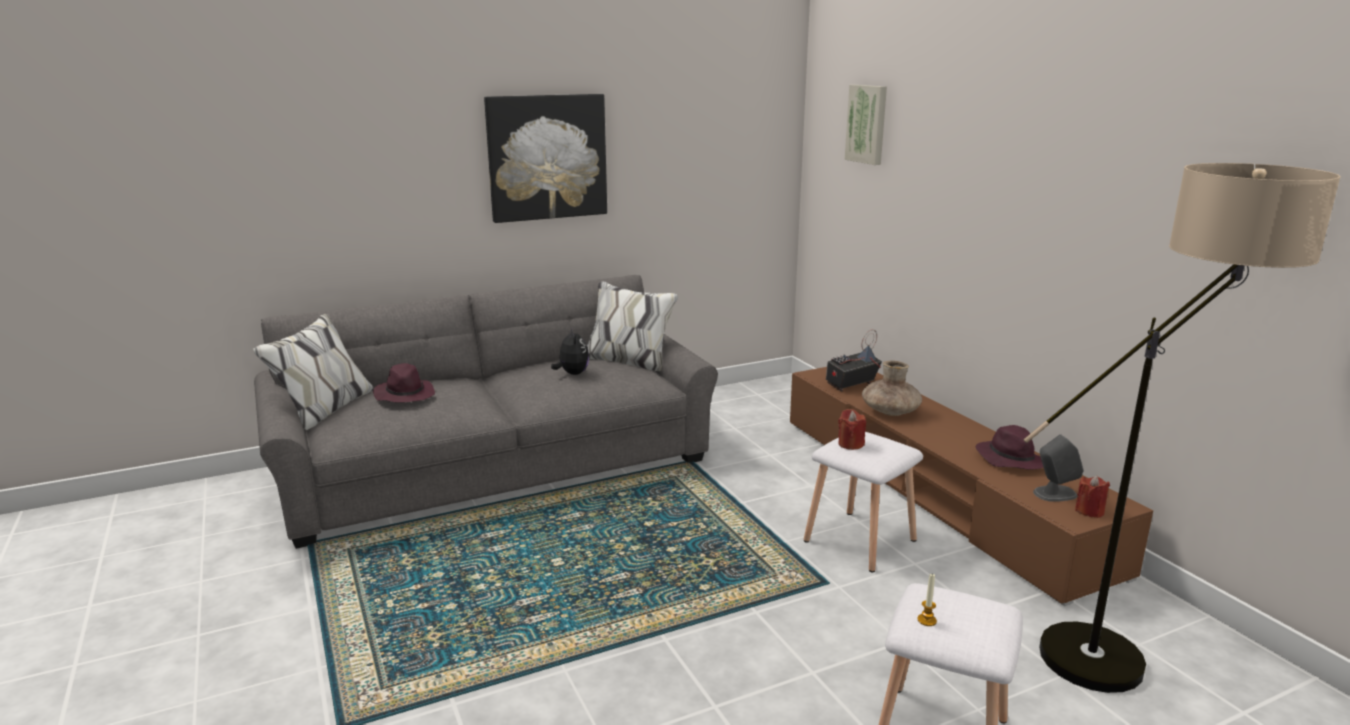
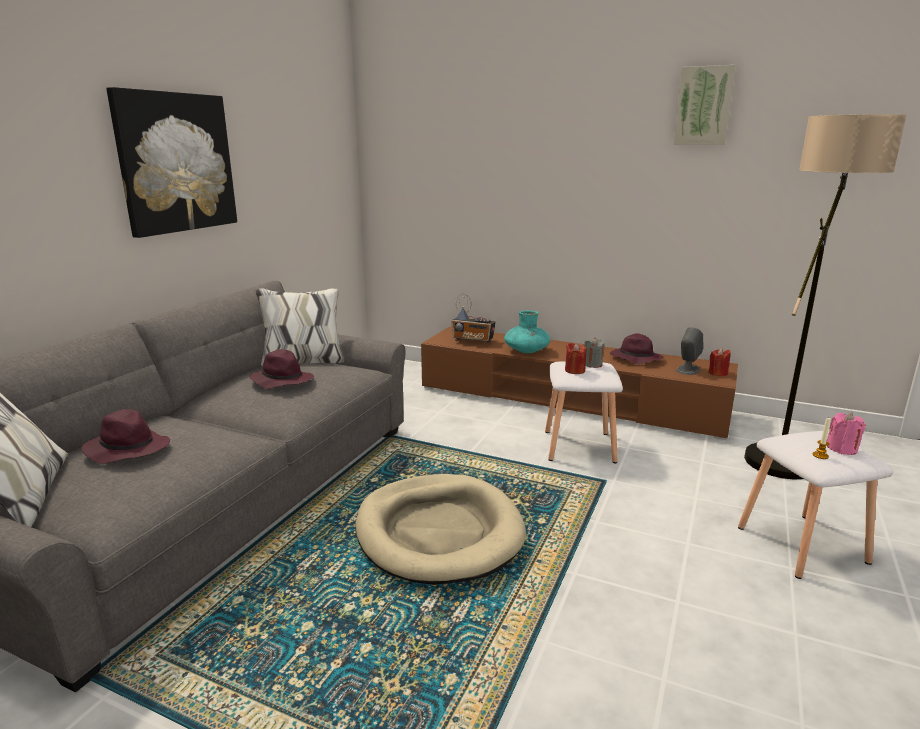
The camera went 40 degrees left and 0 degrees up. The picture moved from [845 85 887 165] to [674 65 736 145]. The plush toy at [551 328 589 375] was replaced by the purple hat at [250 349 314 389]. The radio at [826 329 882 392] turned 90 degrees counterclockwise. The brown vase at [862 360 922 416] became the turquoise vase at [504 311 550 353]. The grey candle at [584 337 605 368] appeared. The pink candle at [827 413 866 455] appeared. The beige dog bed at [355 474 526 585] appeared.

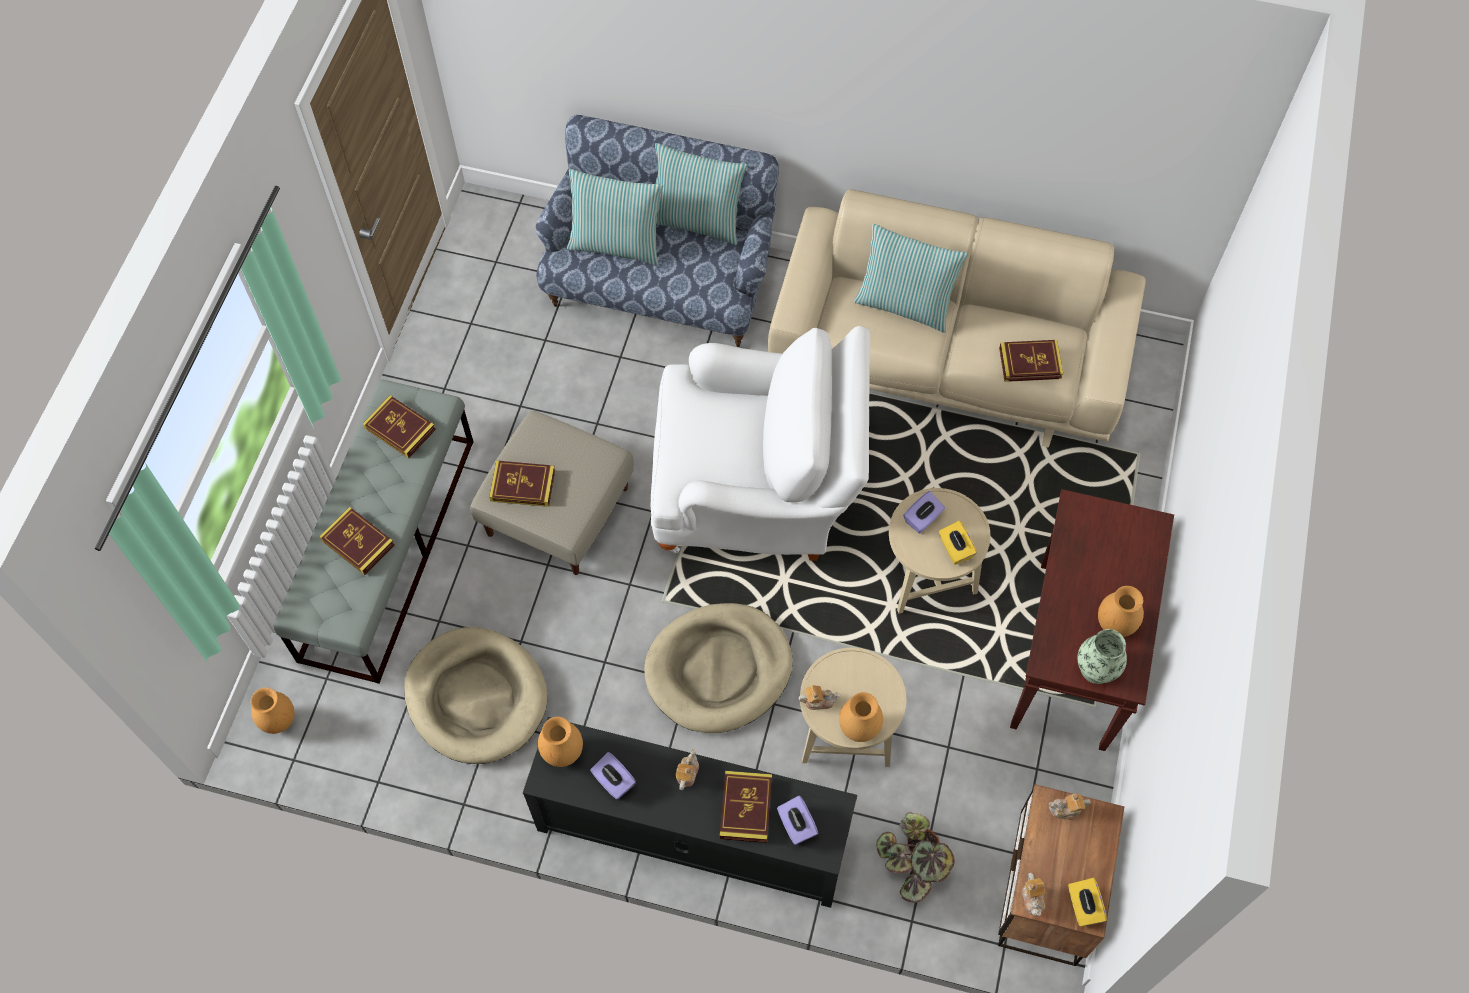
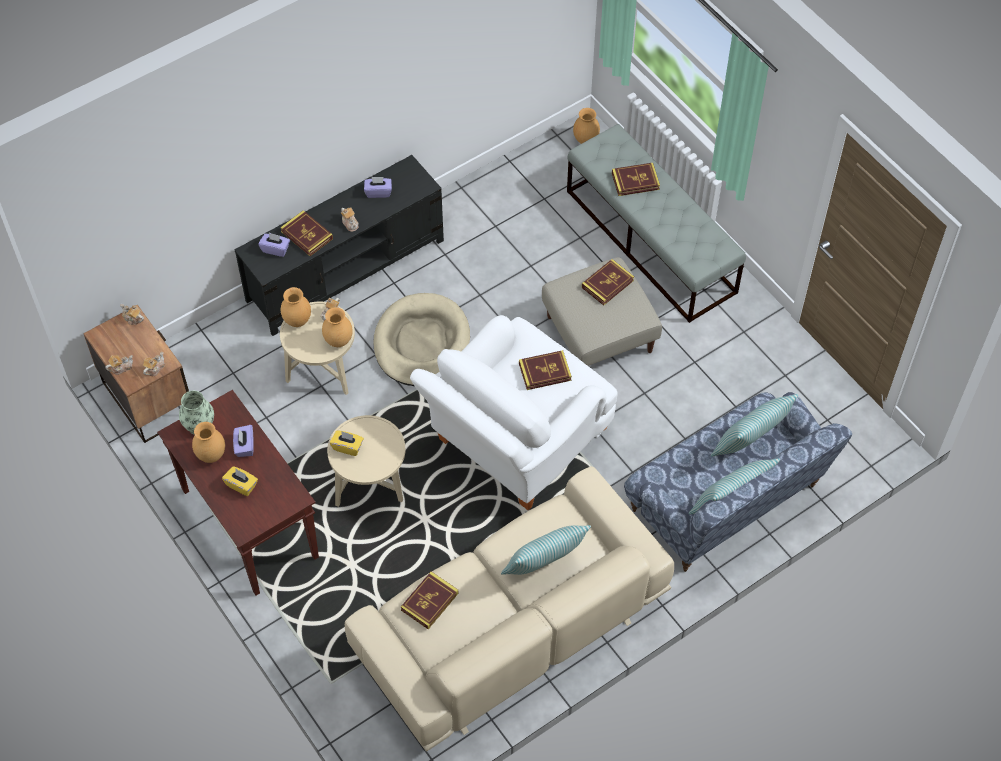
The camera went 130 degrees right and 5 degrees down. The book moved from [363 395 436 458] to [519 350 572 390]. The purple tissue box moved from [903 491 945 534] to [233 425 254 457]. The beige dog bed at [404 627 547 764] disappeared. The brown vase moved from [538 717 583 767] to [322 307 353 347]. The potted plant at [876 812 955 903] disappeared. The yellow tissue box moved from [1068 878 1107 927] to [222 466 258 496]. The teapot at [105 355 133 375] appeared.

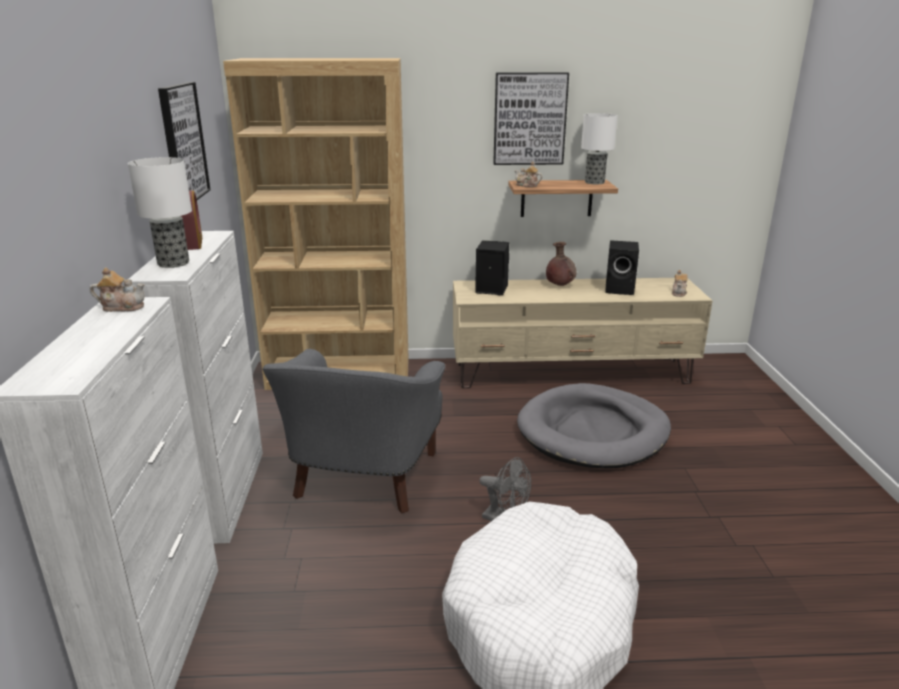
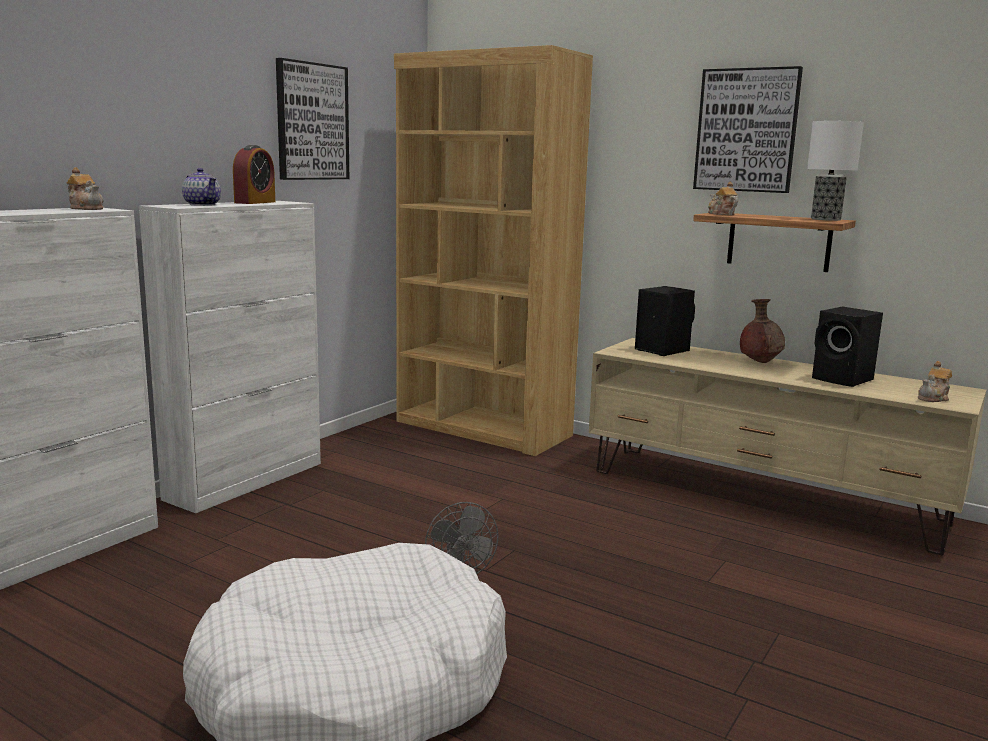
The camera went 35 degrees right and 10 degrees down. The table lamp at [128 157 192 268] was replaced by the teapot at [182 168 221 206]. The grey armchair at [262 349 445 514] disappeared. The grey dog bed at [517 383 671 468] disappeared.

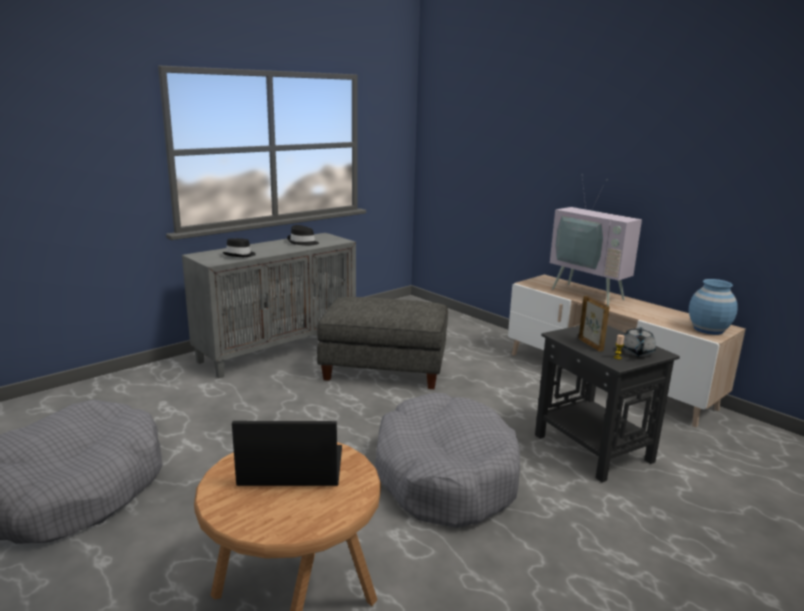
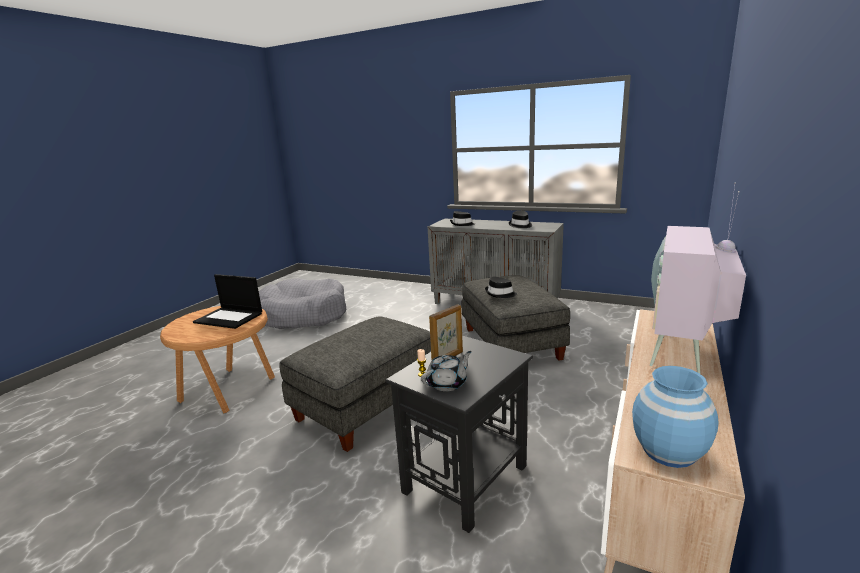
The camera went 70 degrees right and 0 degrees up. The grey teapot at [622 327 656 357] turned 150 degrees clockwise. The grey dog bed at [374 393 520 528] was replaced by the grey ottoman at [279 316 431 452]. The laptop at [232 421 342 486] turned 135 degrees clockwise. The black hat at [485 277 517 298] appeared.

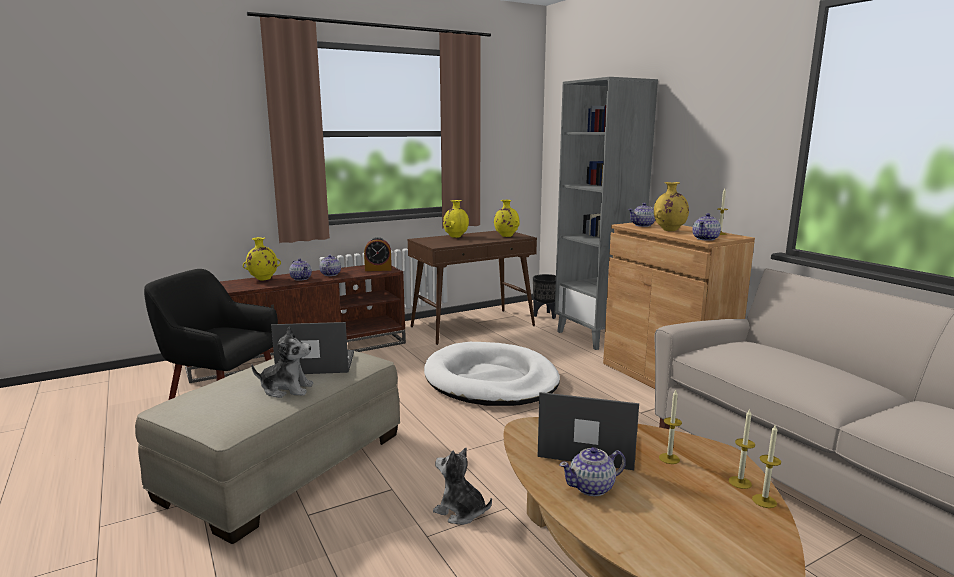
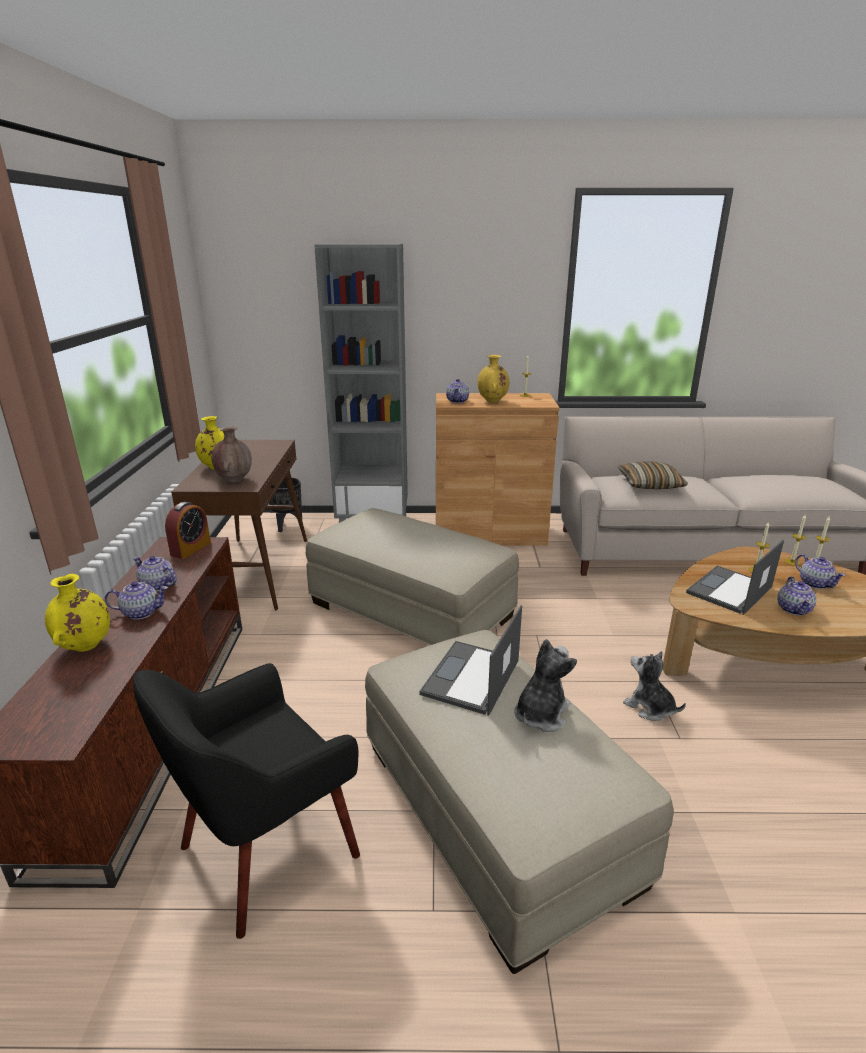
The camera went 60 degrees left and 10 degrees up. The yellow vase at [494 200 520 237] disappeared. The teapot moved from [692 213 721 241] to [795 554 846 589]. The white dog bed at [424 342 560 406] was replaced by the beige ottoman at [306 508 519 645]. The plush toy at [433 448 492 525] turned 75 degrees clockwise. The brown vase at [212 426 252 483] appeared. The pillow at [617 462 688 489] appeared.

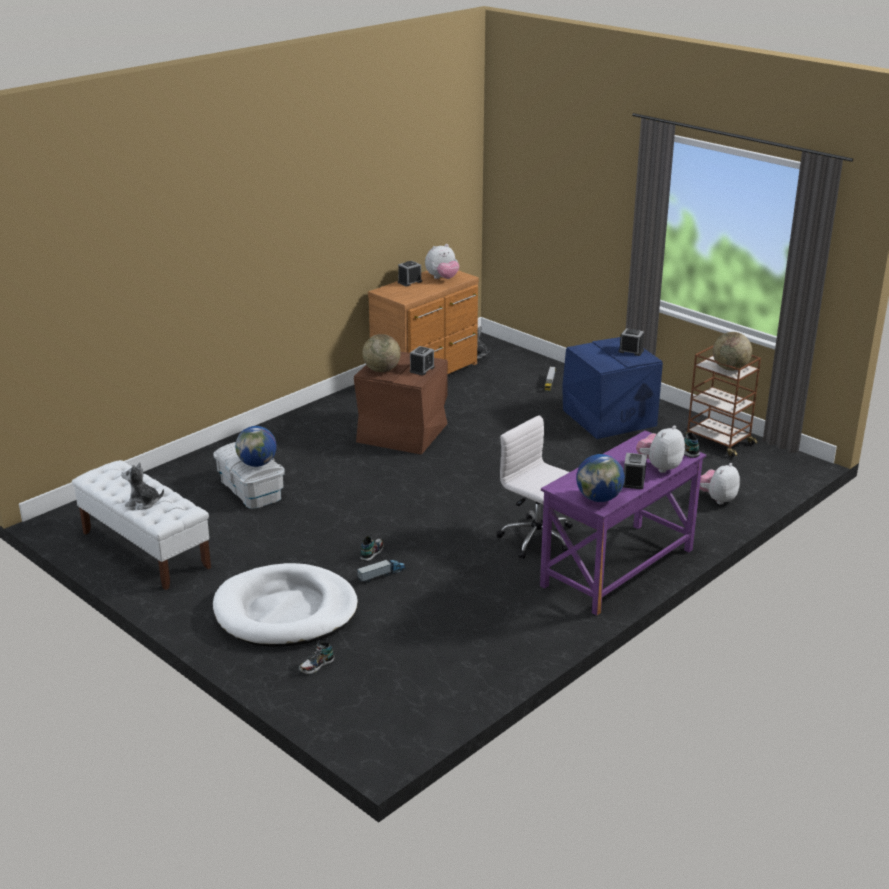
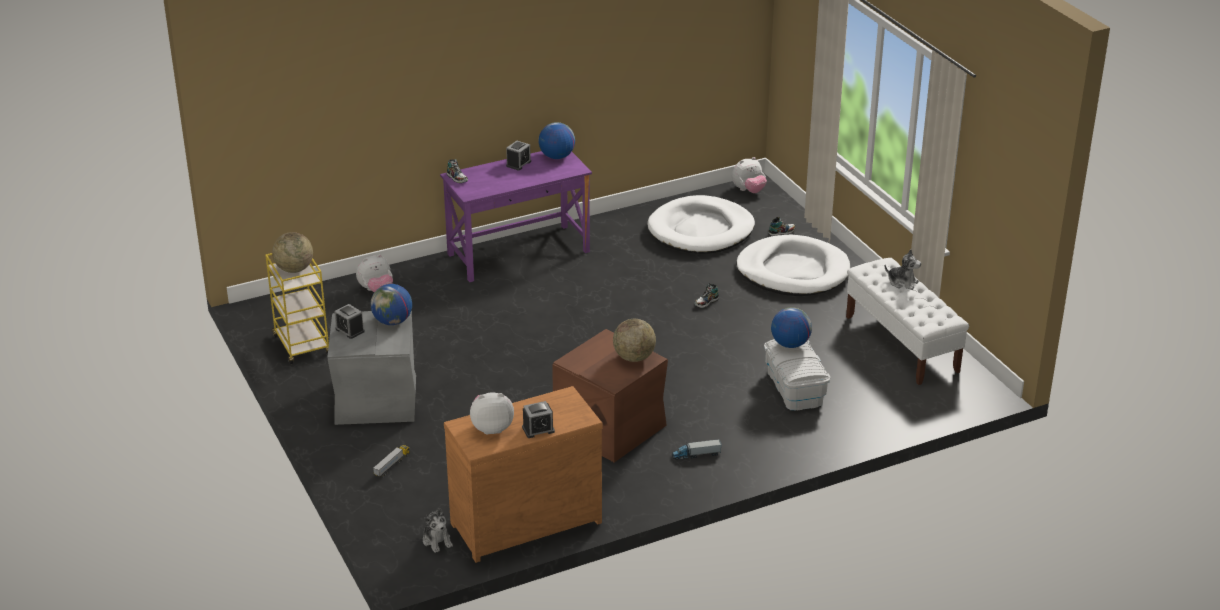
The camera went 160 degrees left and 5 degrees up. The blue storage box at [562 337 663 439] became the grey storage box at [327 311 416 425]. The brown cart at [686 345 761 458] became the yellow cart at [265 253 329 364]. The alarm clock at [410 346 435 376] disappeared. The white office chair at [496 415 573 559] disappeared. The plush toy moved from [636 425 685 473] to [732 157 767 193]. The toy truck moved from [357 558 406 584] to [672 439 722 460]. The white dog bed at [647 195 755 254] appeared. The globe at [371 284 412 325] appeared.

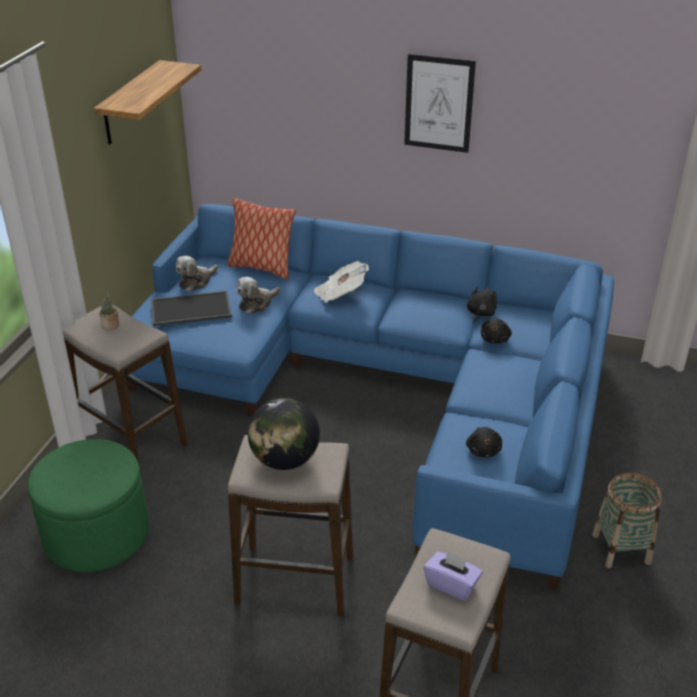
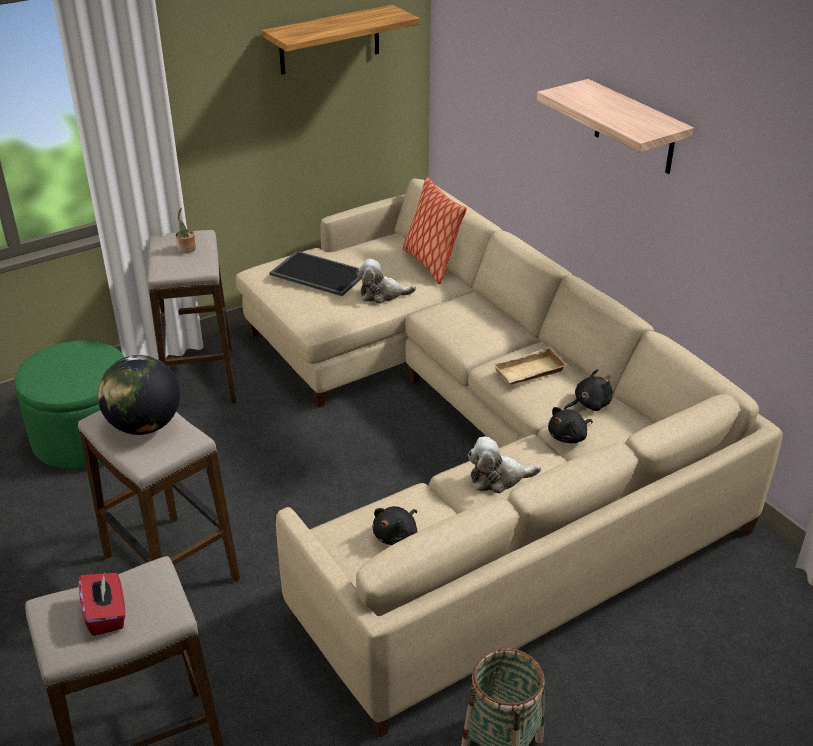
The camera went 40 degrees right and 0 degrees up. The picture at [404 54 476 153] was replaced by the shelf at [537 79 694 174]. The blue sofa at [127 204 614 590] became the beige sofa at [236 179 783 738]. The plush toy moved from [176 256 218 292] to [468 437 541 493]. The newspaper at [314 261 369 303] disappeared. The purple tissue box at [424 549 483 601] became the red tissue box at [79 571 125 636]. The beige tray at [493 347 567 385] appeared.

